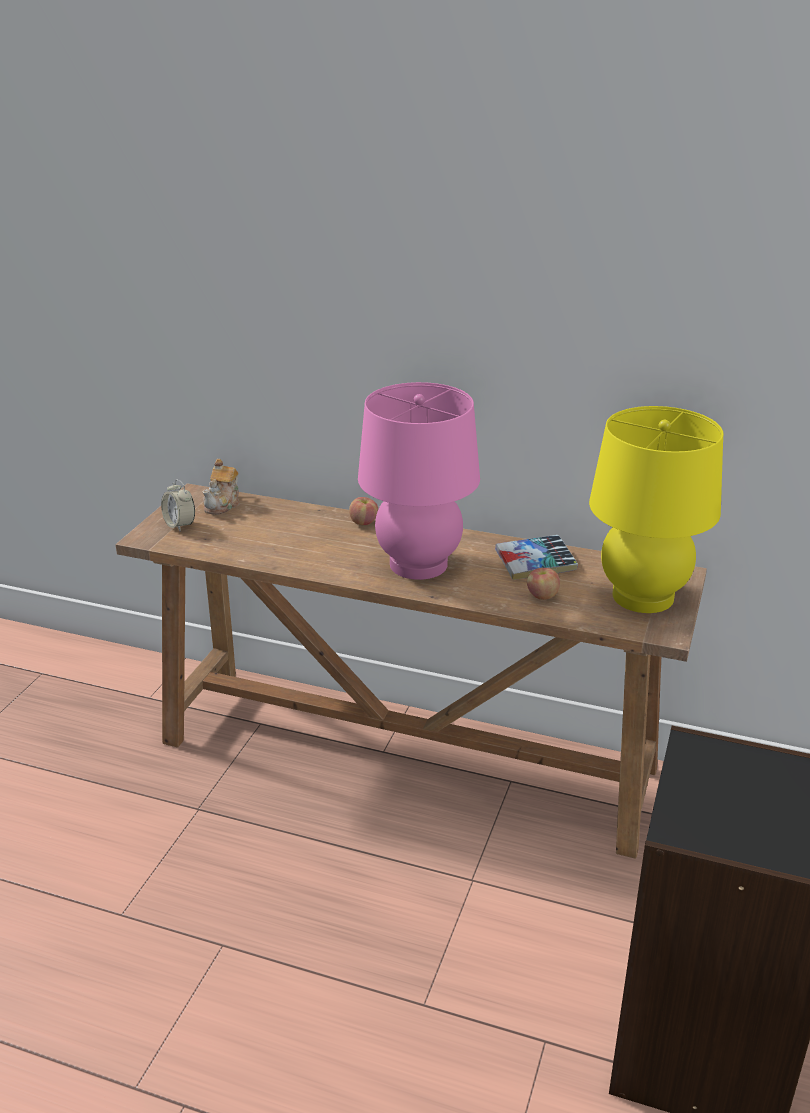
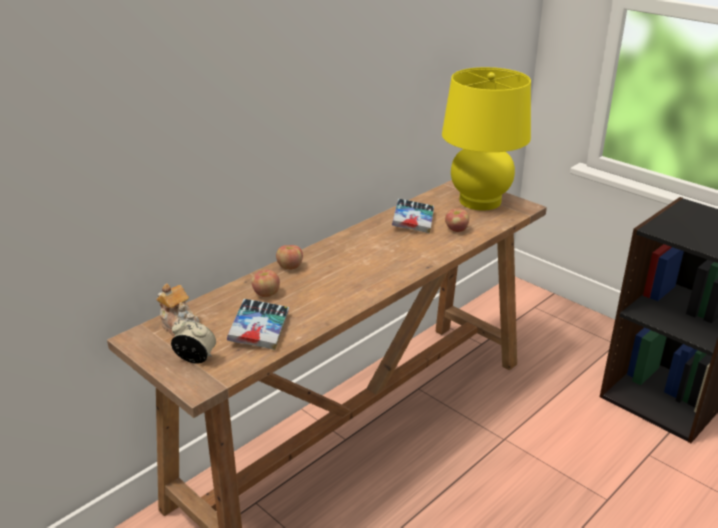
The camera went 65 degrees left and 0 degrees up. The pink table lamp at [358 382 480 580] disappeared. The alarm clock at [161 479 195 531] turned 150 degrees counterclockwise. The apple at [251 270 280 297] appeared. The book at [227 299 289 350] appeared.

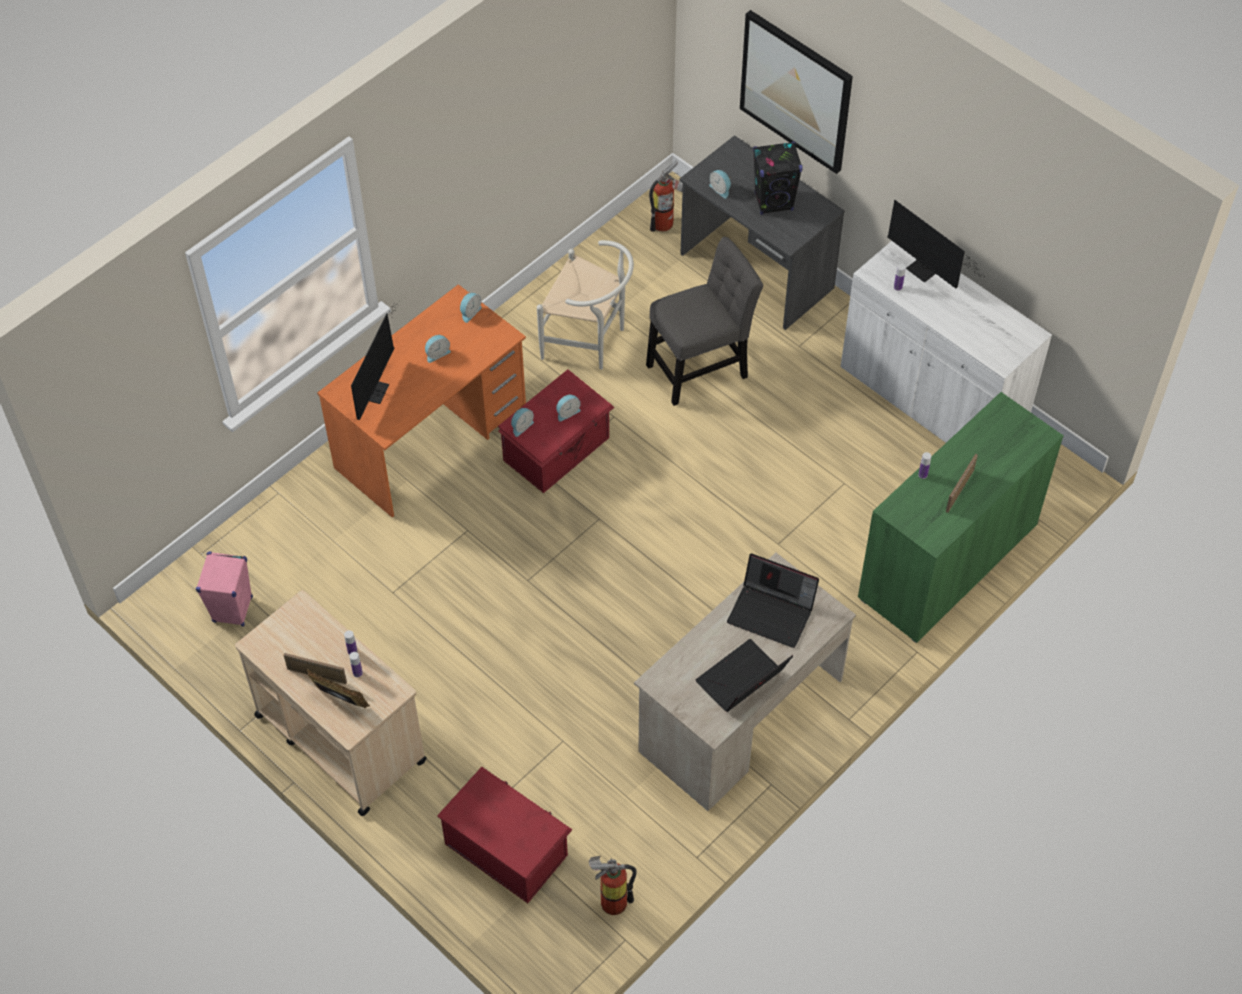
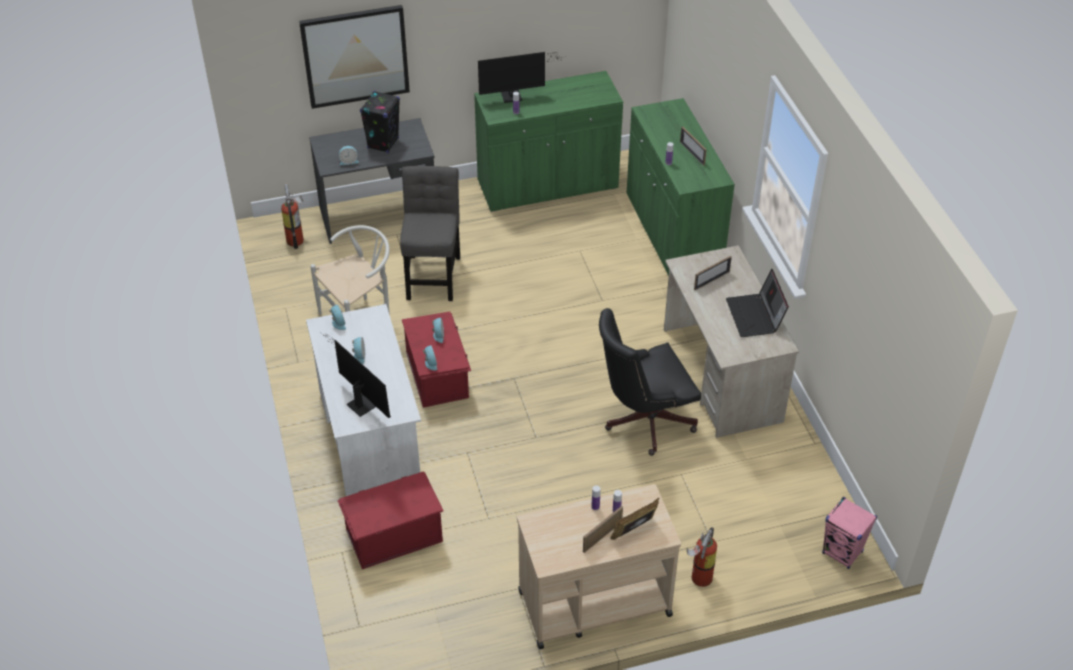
The camera went 60 degrees left and 10 degrees down. The white cabinet at [841 241 1052 443] became the green cabinet at [474 71 623 212]. The orange desk at [317 284 526 518] became the white desk at [306 304 421 496]. The pink speaker moved from [196 551 253 627] to [822 497 877 569]. The laptop at [727 553 819 648] was replaced by the picture frame at [694 256 732 290]. The red storage box moved from [437 767 573 903] to [337 471 444 569]. The fire extinguisher moved from [589 856 636 915] to [687 527 717 587]. The black office chair at [599 308 701 456] appeared.

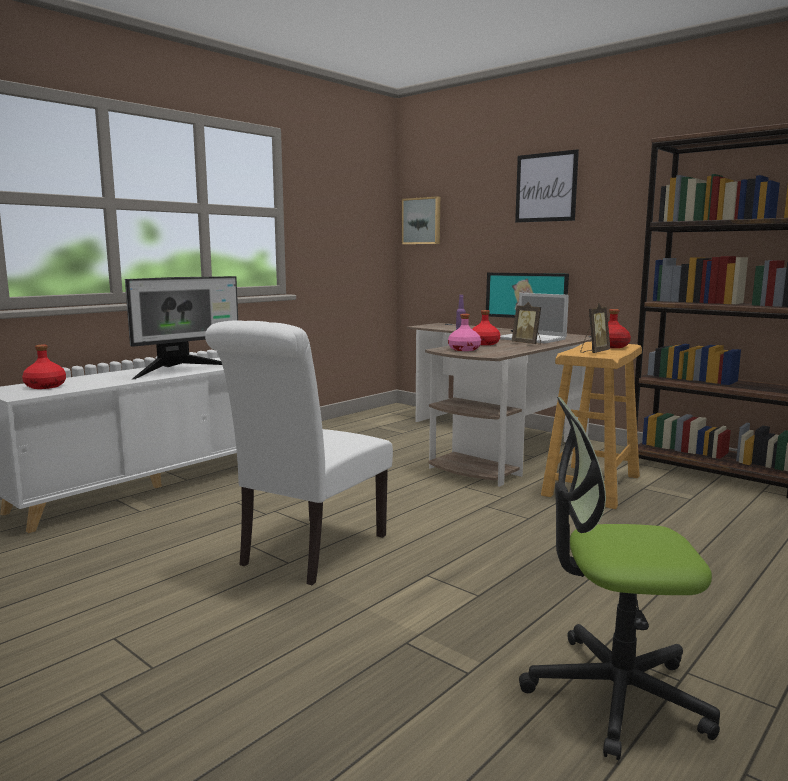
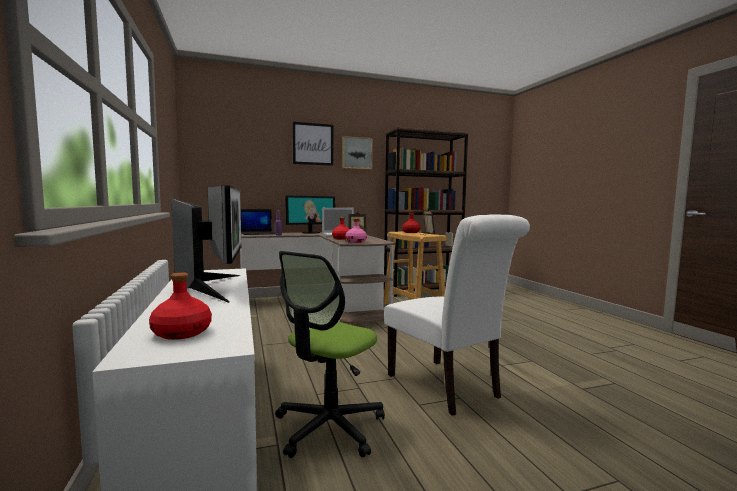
The camera went 60 degrees left and 5 degrees down. The picture moved from [402 196 440 244] to [342 136 373 170]. The office chair moved from [519 397 720 760] to [275 251 385 458]. The laptop at [241 209 275 235] appeared.

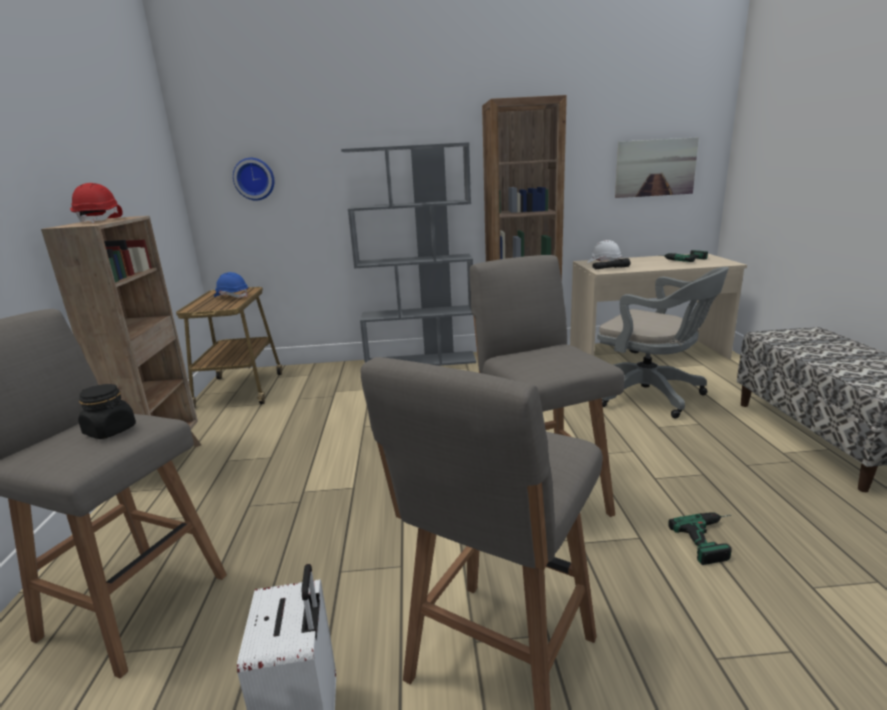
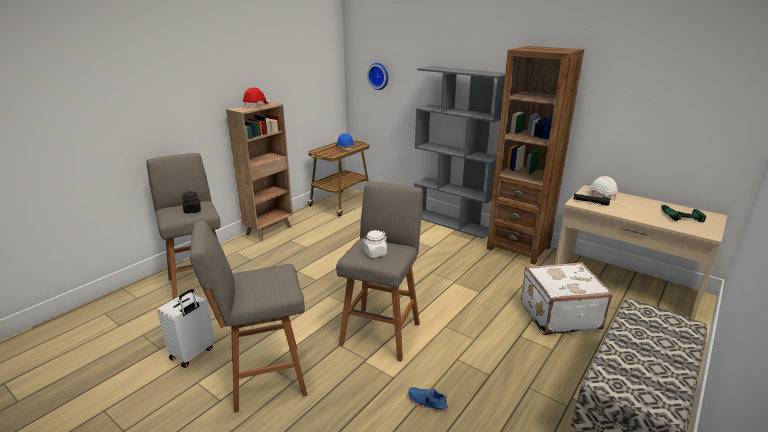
The camera went 40 degrees right and 5 degrees up. The picture at [615 137 699 198] disappeared. The grey office chair at [597 267 729 418] was replaced by the white suitcase at [521 262 613 335]. The power drill at [668 512 732 565] was replaced by the blue shoe at [408 387 448 412]. The white jar at [363 230 387 258] appeared.

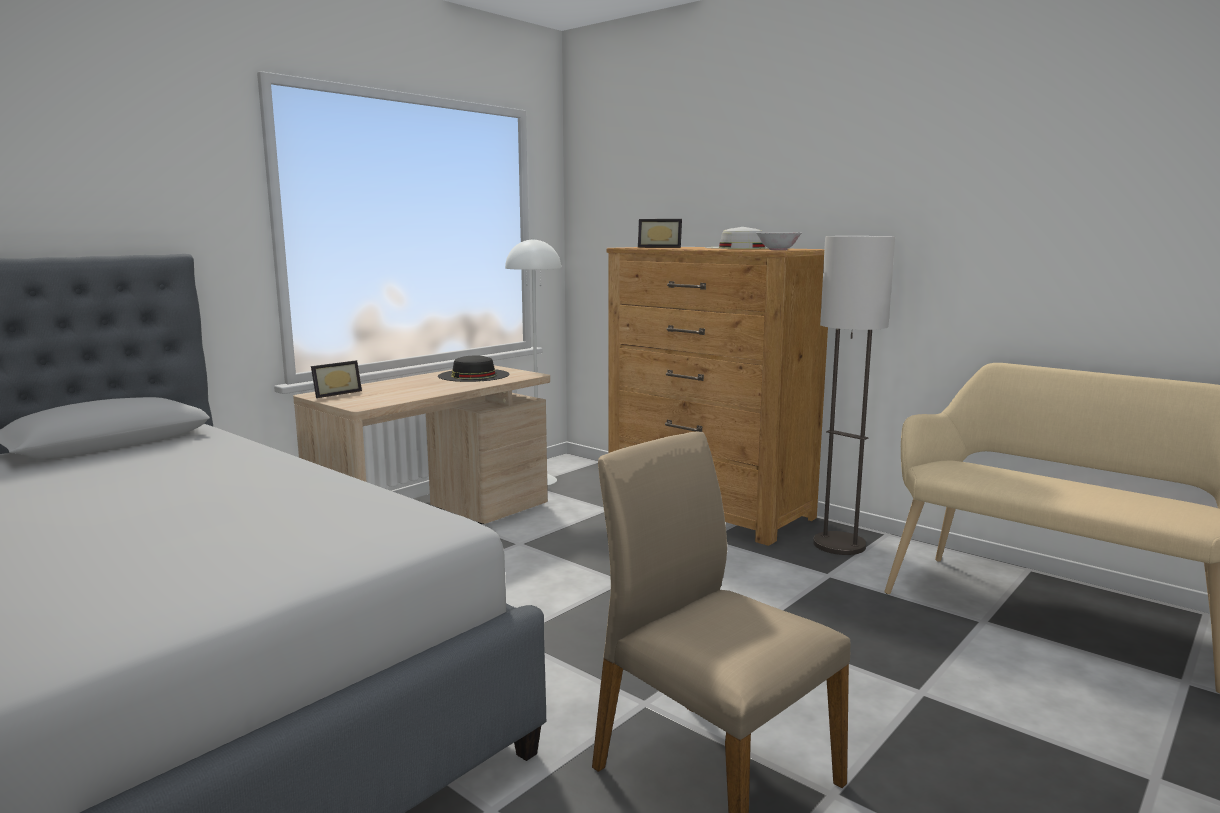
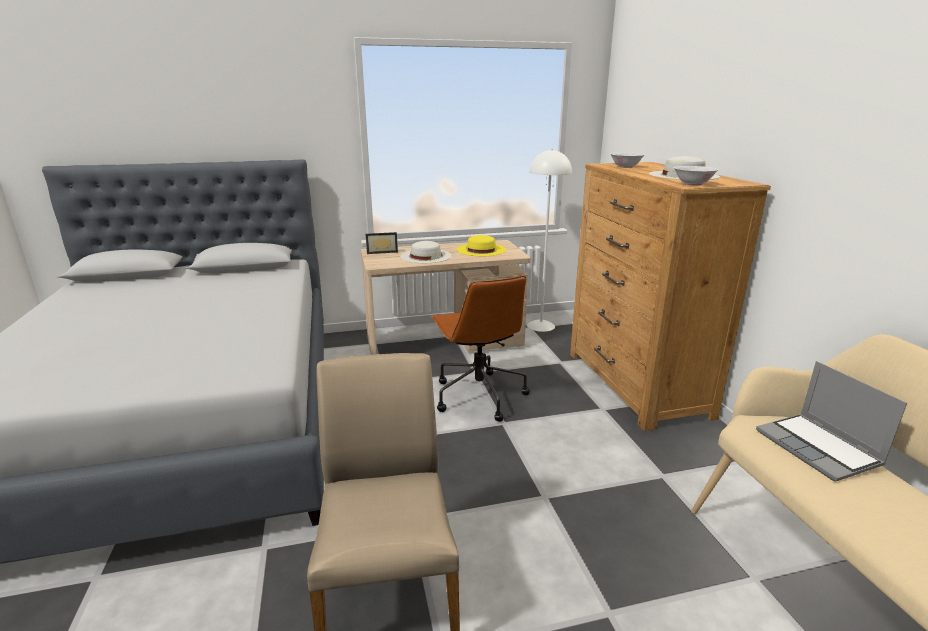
The camera went 35 degrees right and 10 degrees up. The picture frame at [638 219 682 248] was replaced by the white bowl at [610 152 645 168]. The floor lamp at [813 236 895 555] disappeared. The black hat at [438 356 509 382] became the yellow hat at [457 235 506 256]. The white hat at [400 241 452 263] appeared. The brown office chair at [431 276 530 422] appeared. The laptop at [756 361 907 482] appeared.

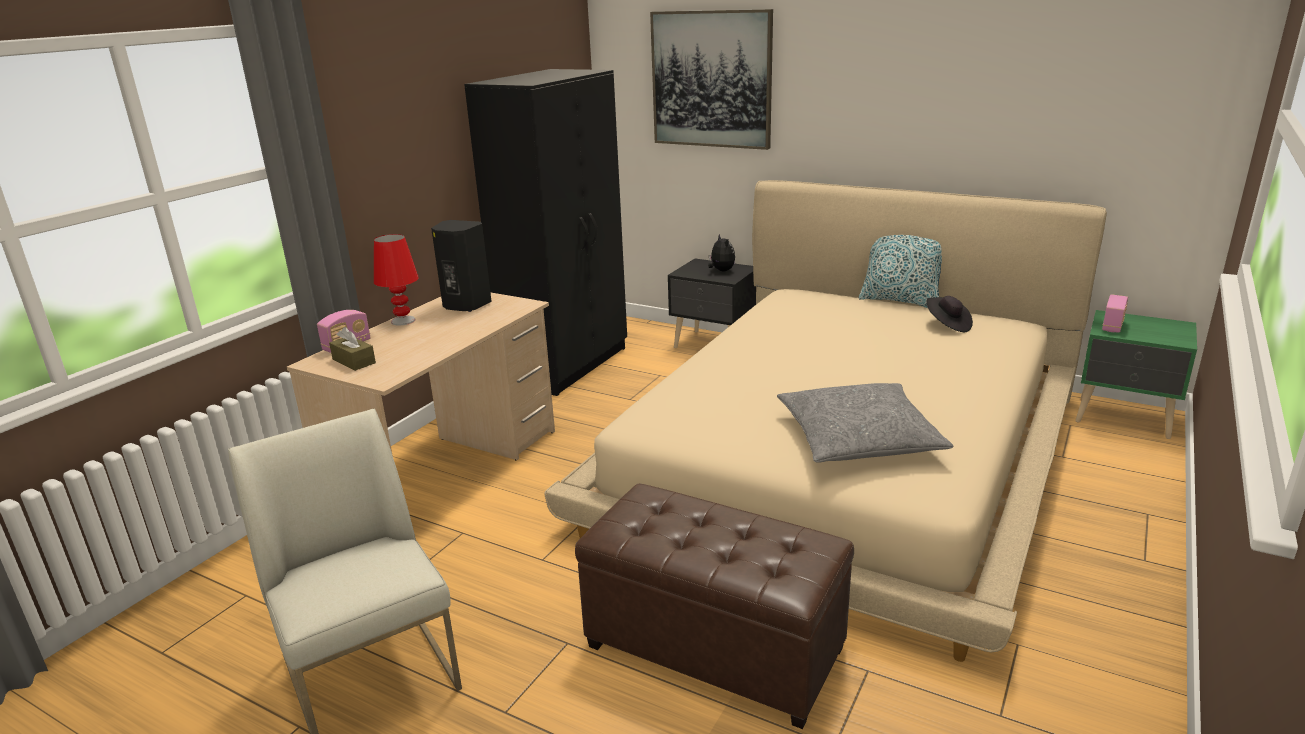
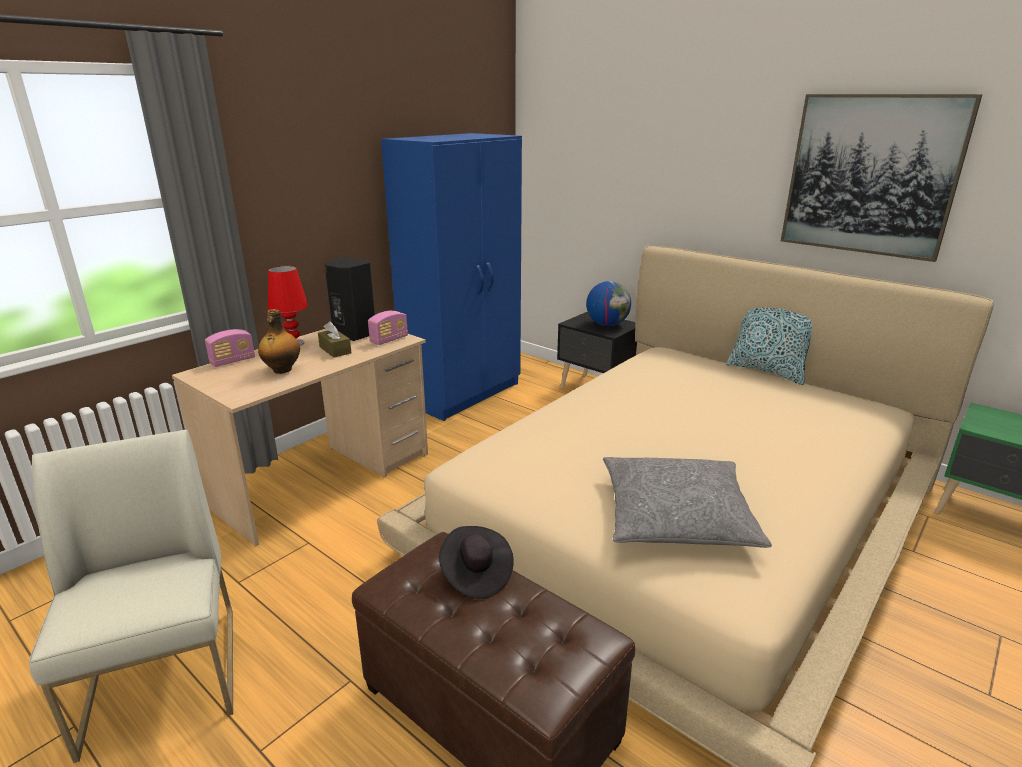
The camera went 10 degrees right and 0 degrees up. The picture moved from [650 9 773 150] to [781 94 982 262]. The black wardrobe at [464 69 627 396] became the blue wardrobe at [381 133 522 421]. The plush toy at [708 234 735 271] was replaced by the globe at [586 281 631 326]. The radio moved from [1102 294 1128 333] to [368 311 408 345]. The black hat moved from [926 296 973 332] to [439 526 514 599]. The brown tissue box moved from [329 327 376 371] to [318 321 351 357]. The bottle at [258 309 300 374] appeared.

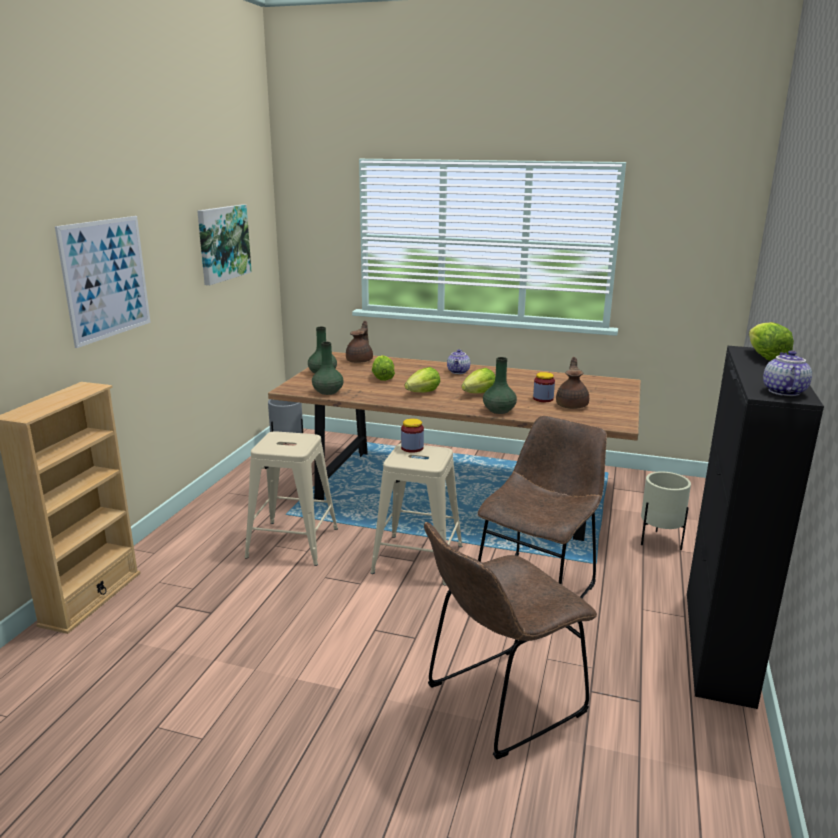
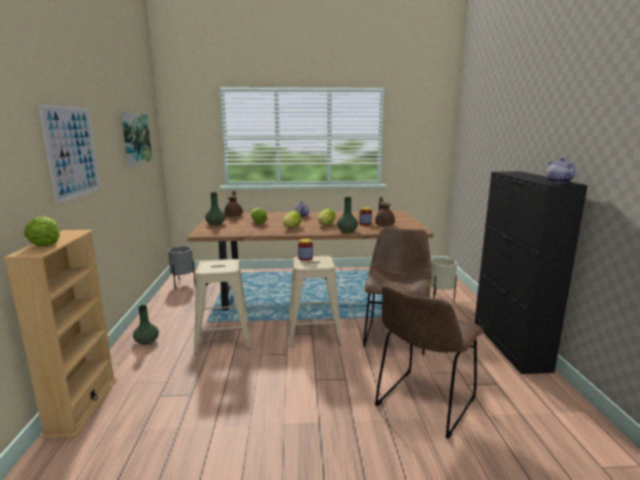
The camera went 20 degrees left and 5 degrees down. The lettuce moved from [749 322 794 361] to [24 216 60 247]. The green vase moved from [312 342 344 395] to [133 305 159 345].

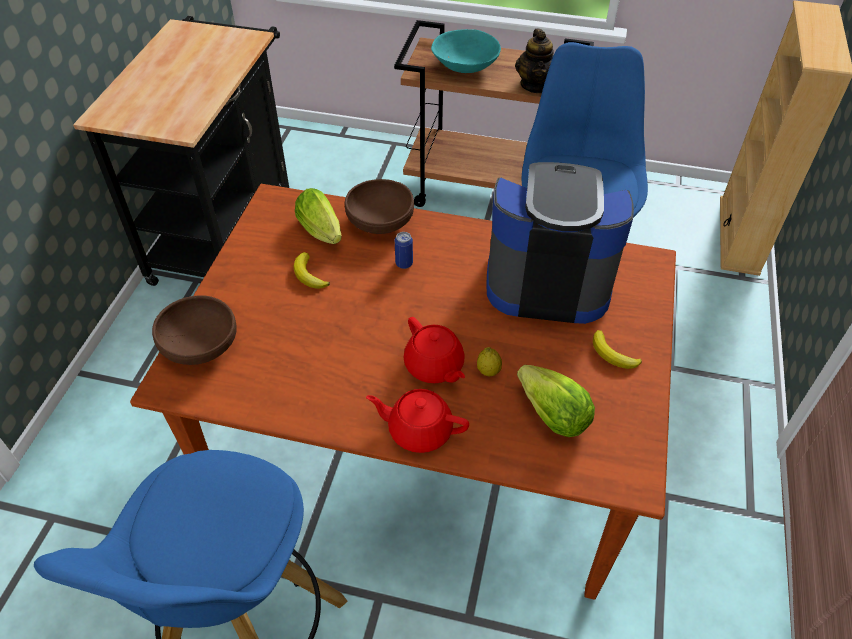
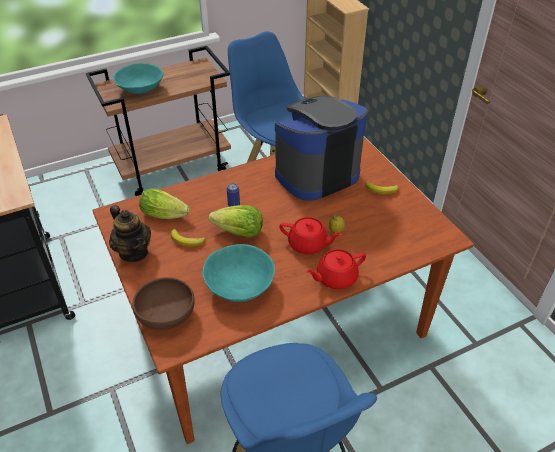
The camera went 40 degrees left and 5 degrees down. The teapot moved from [515 29 554 93] to [109 205 151 262]. The brown bowl at [344 179 414 234] disappeared. The lettuce moved from [517 365 595 437] to [209 205 263 238]. The turquoise bowl at [203 244 275 302] appeared.

